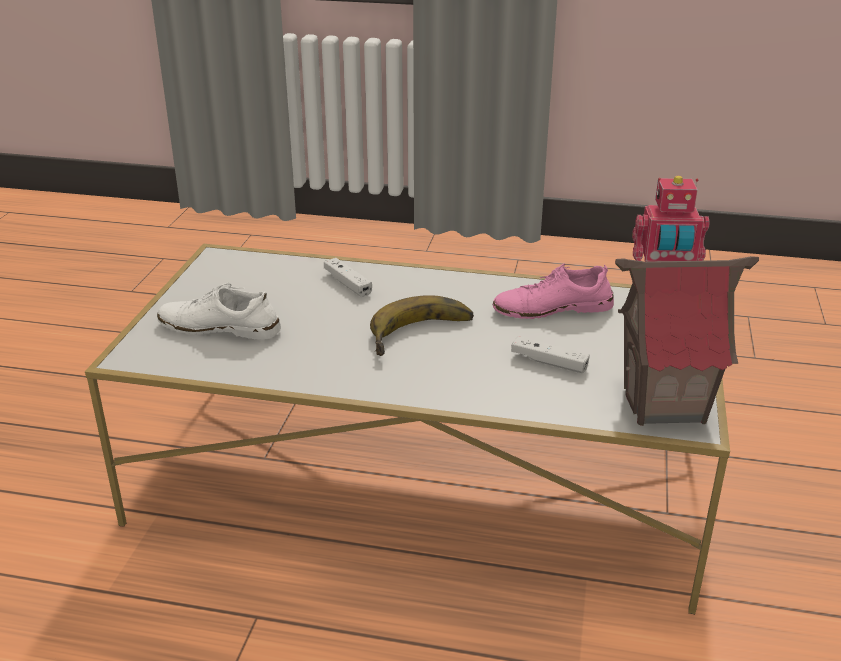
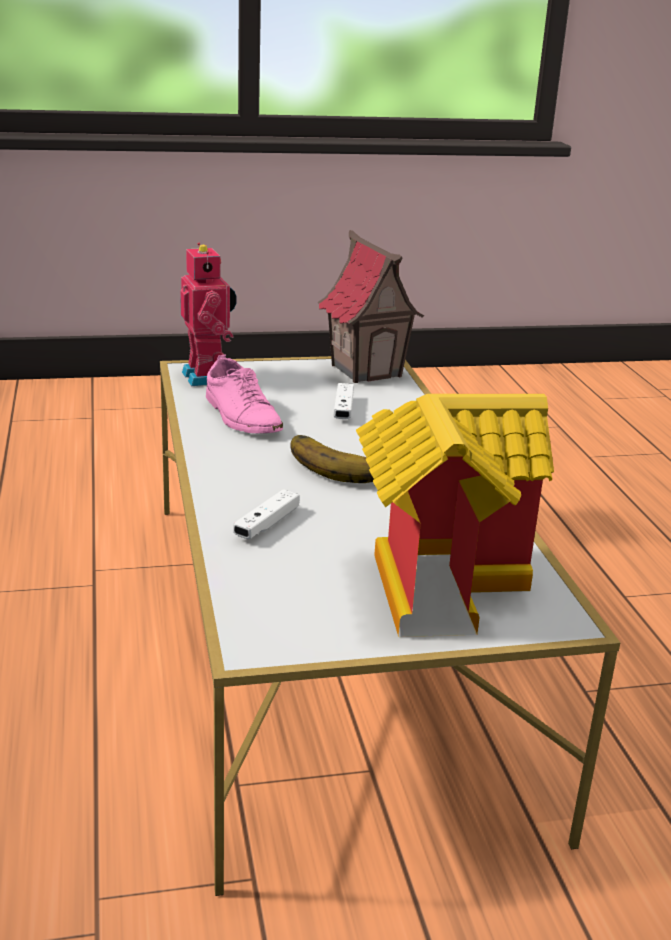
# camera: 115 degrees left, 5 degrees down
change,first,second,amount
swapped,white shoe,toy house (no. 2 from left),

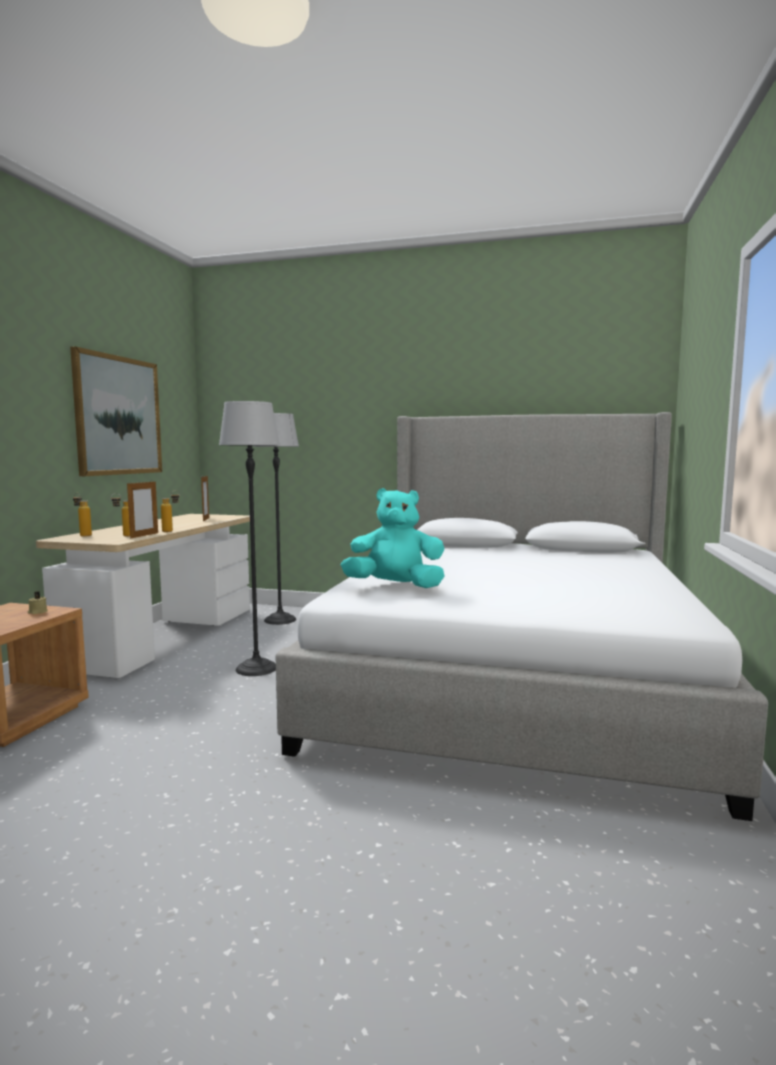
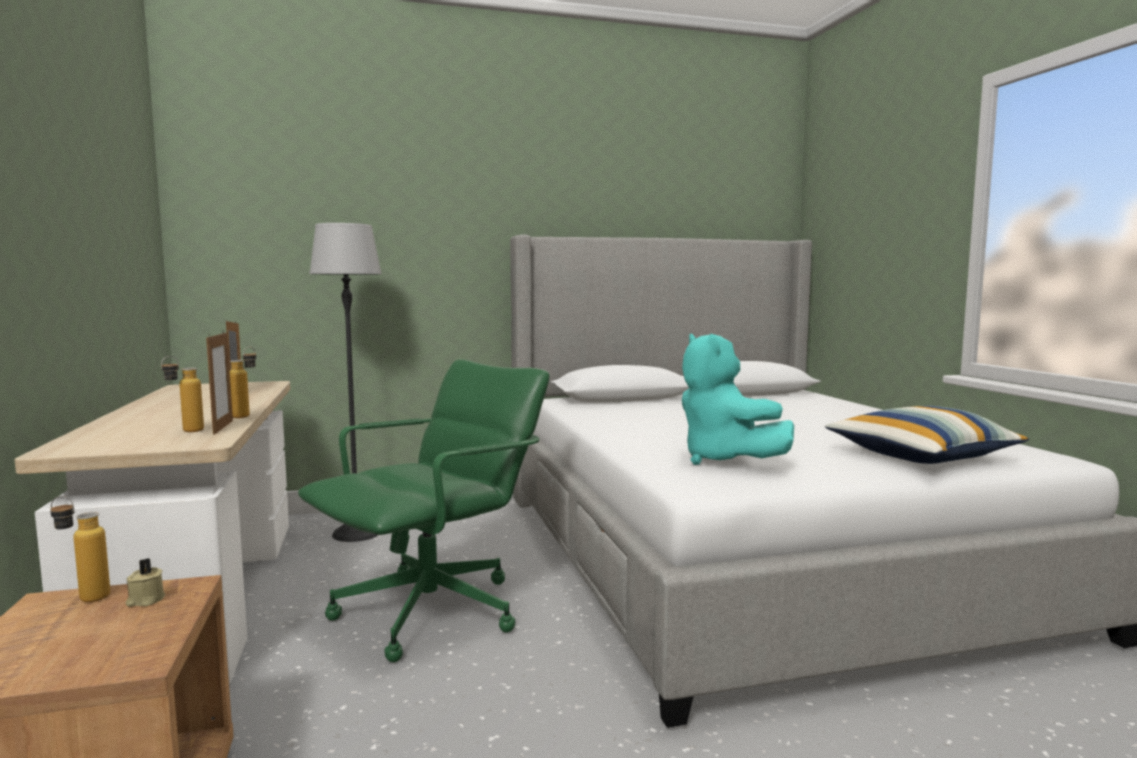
# camera: 30 degrees left, 0 degrees up
change,first,second,amount
gone,picture,,
shifted,bottle (no. 1 from left),,
swapped,floor lamp (no. 1 from left),green office chair,
rotated,turquoise plush toy,,90 degrees counterclockwise
new,,pillow,

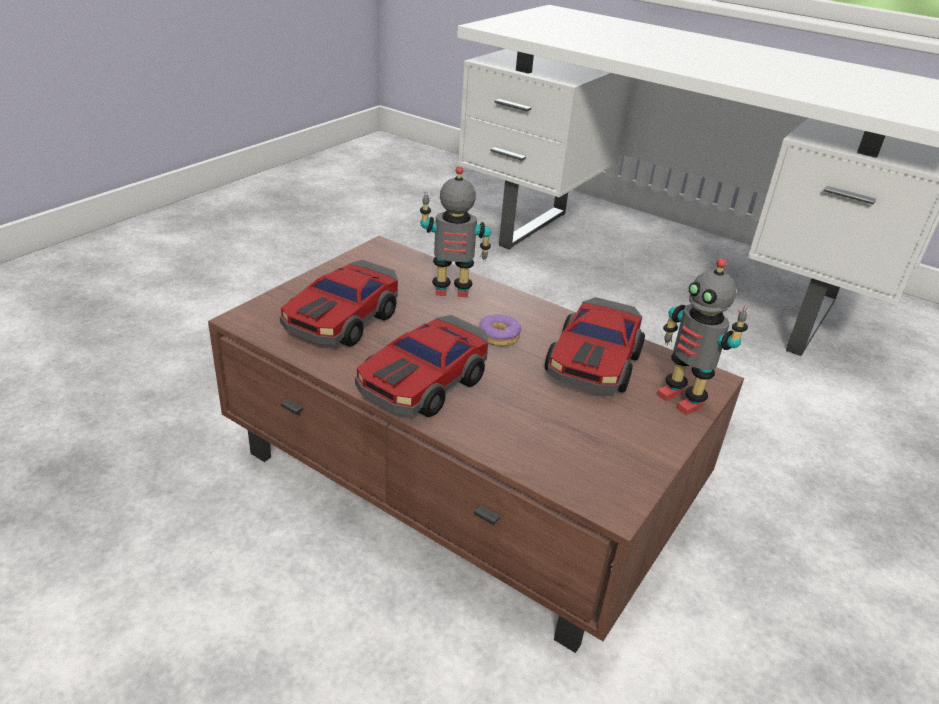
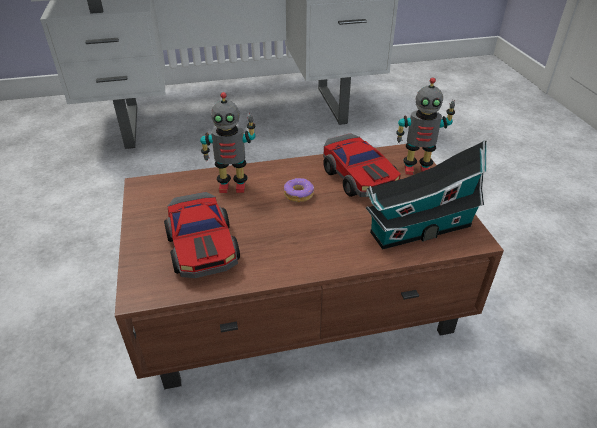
# camera: 45 degrees left, 5 degrees up
change,first,second,amount
gone,toy car (no. 2 from left),,
rotated,toy robot (no. 1 from left),,135 degrees counterclockwise
new,,toy house,

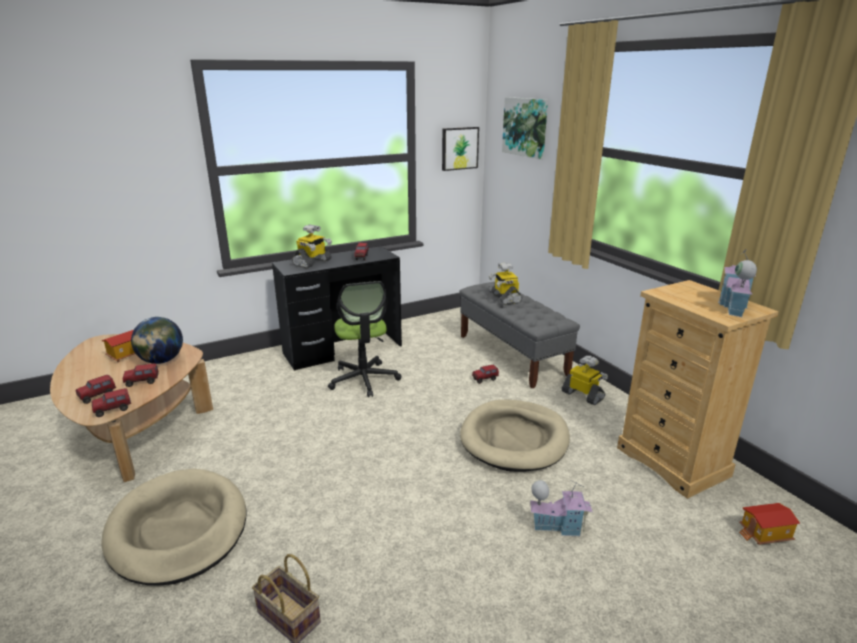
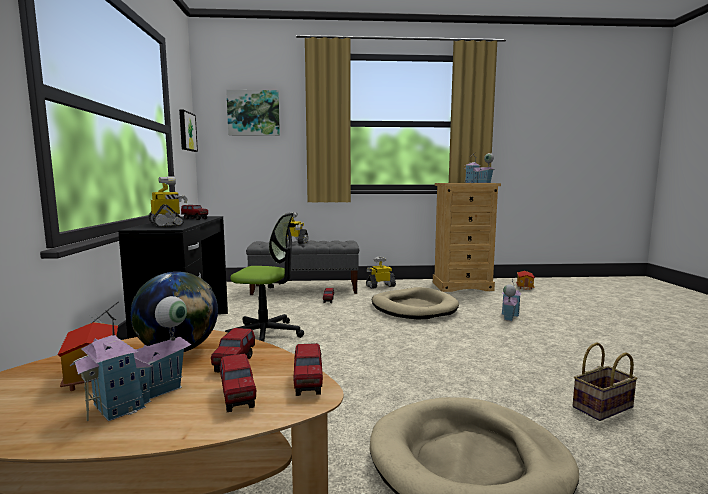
# camera: 65 degrees left, 15 degrees down
change,first,second,amount
new,,toy house (no. 2 from left),

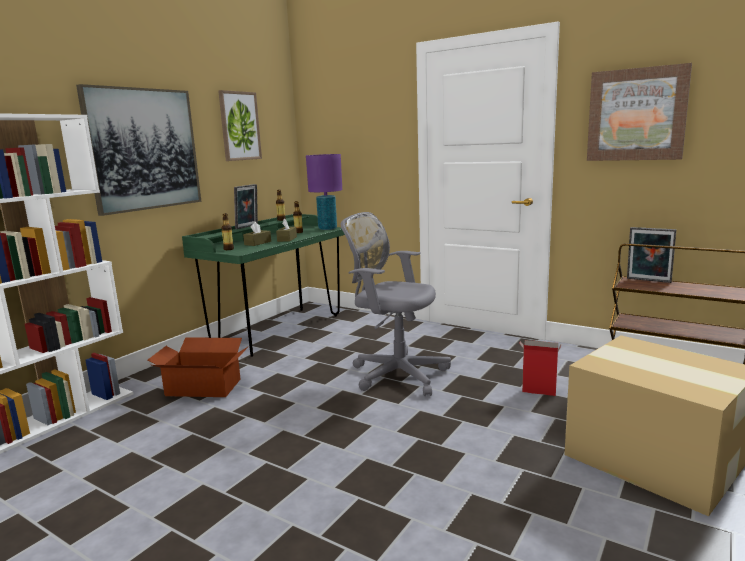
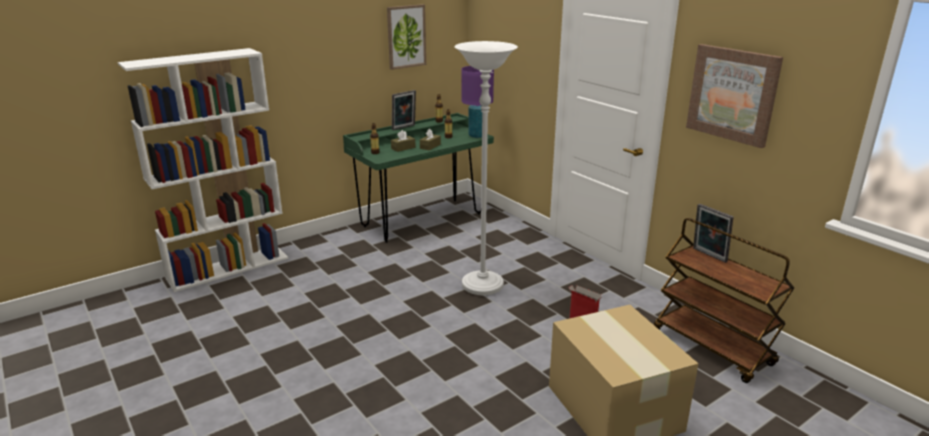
# camera: 20 degrees right, 10 degrees up
change,first,second,amount
gone,picture (no. 1 from left),,
gone,cardboard box (no. 1 from left),,
swapped,grey office chair,white floor lamp,

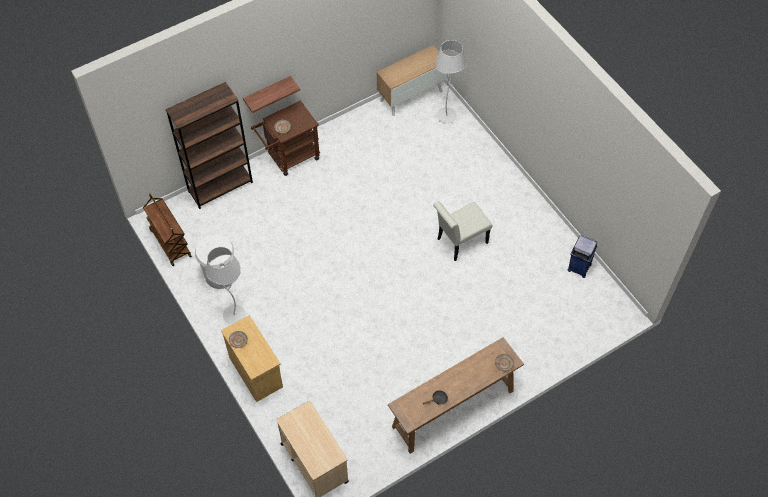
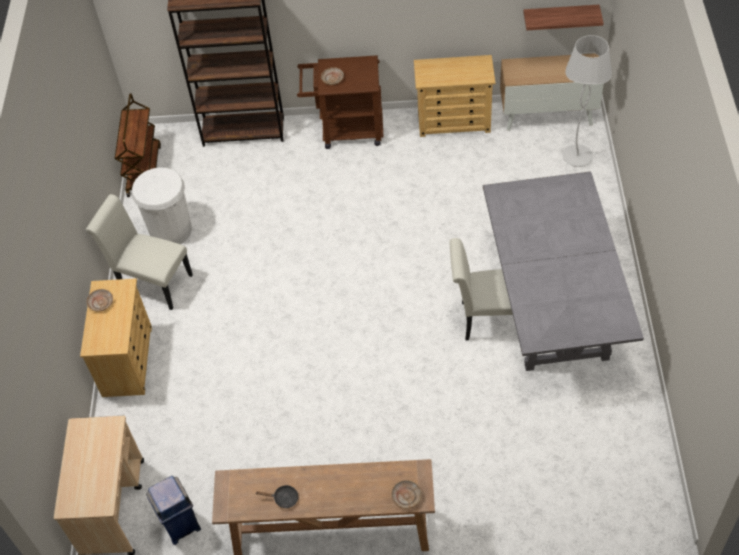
# camera: 35 degrees right, 5 degrees down
change,first,second,amount
swapped,white floor lamp (no. 1 from left),white chair (no. 1 from left),
shifted,shelf,,
shifted,blue trash can,,
new,,beige dresser (no. 2 from left),
new,,grey dining table,

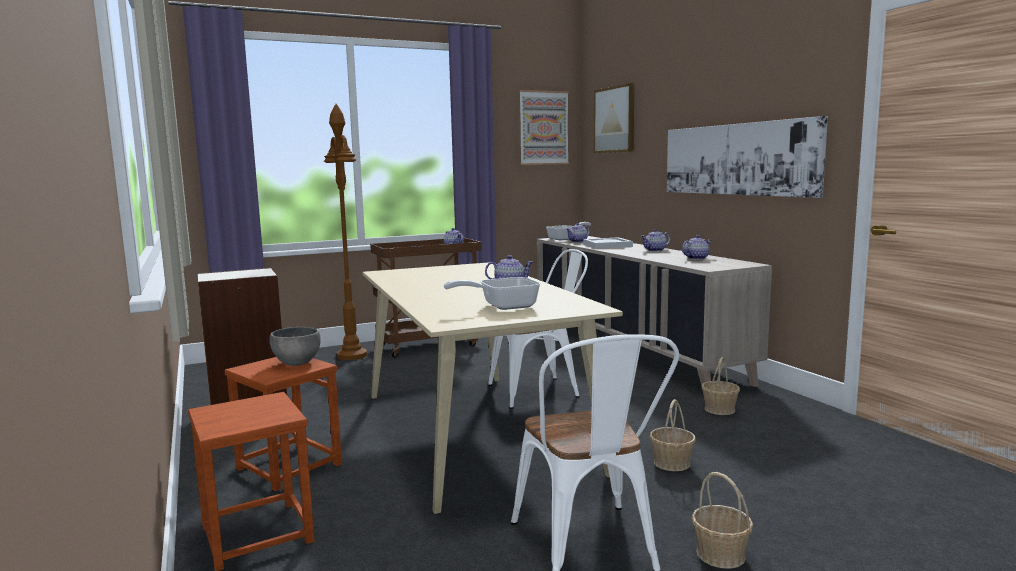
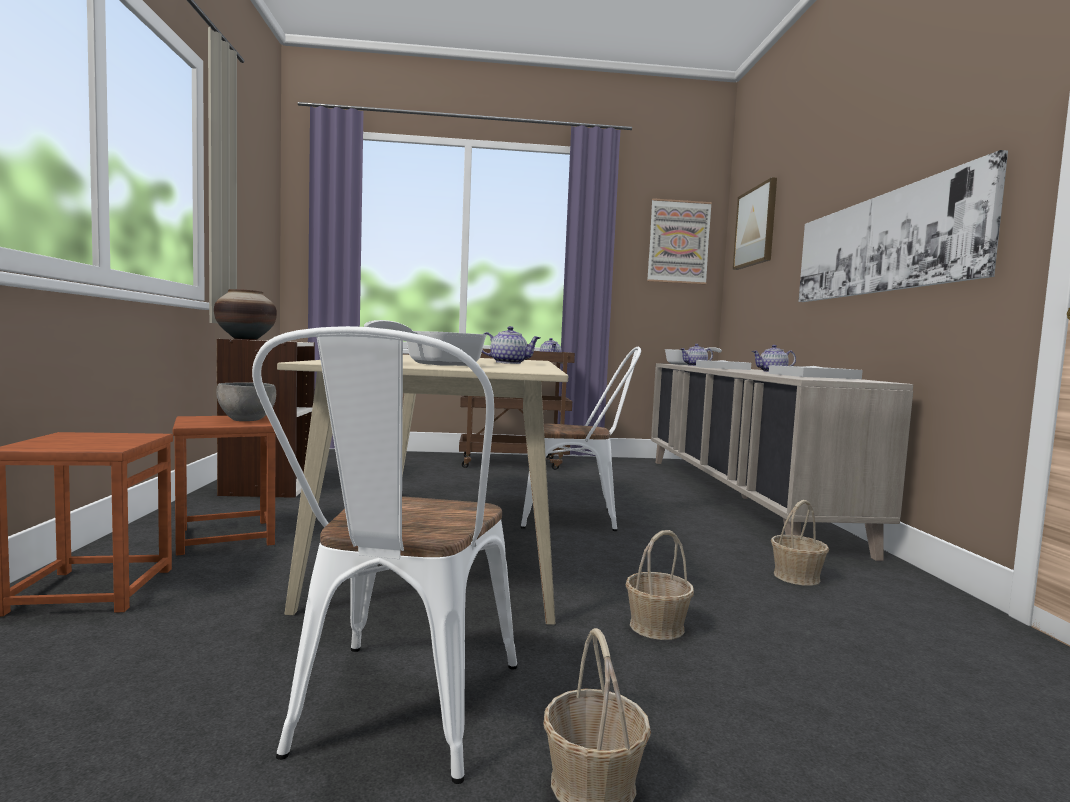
# camera: 20 degrees right, 5 degrees down
change,first,second,amount
gone,brown floor lamp,,
rotated,frying pan (no. 1 from left),,45 degrees counterclockwise
swapped,teapot (no. 5 from left),white tray (no. 2 from left),
new,,vase,

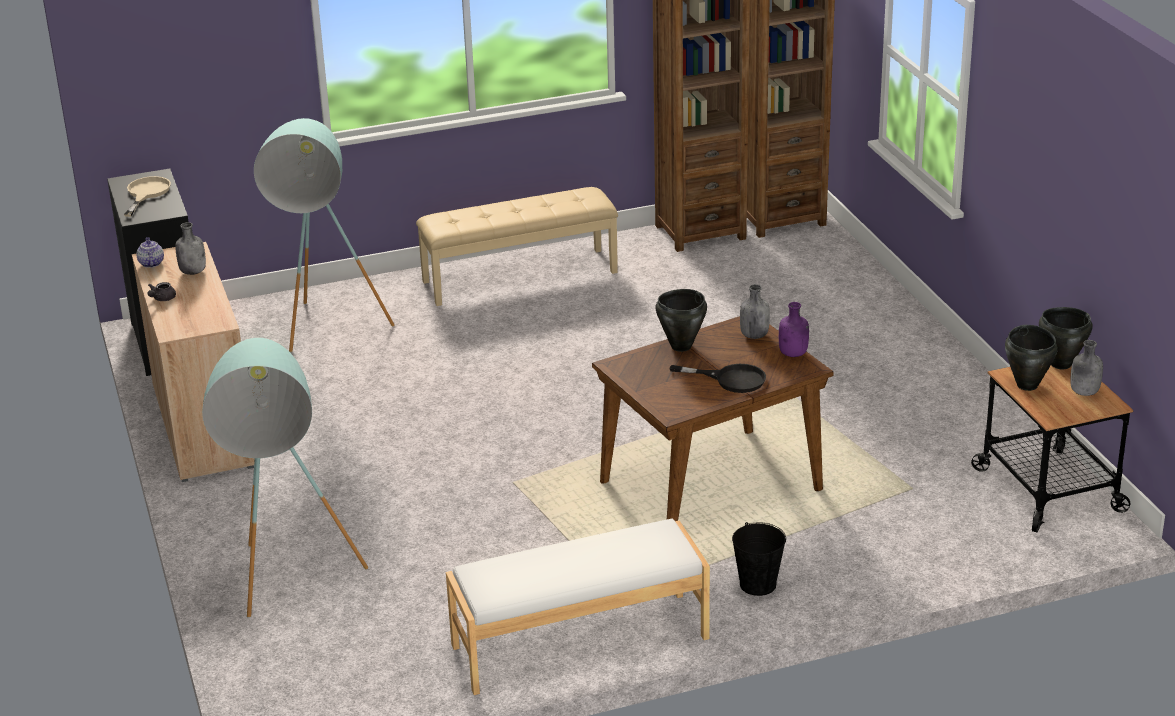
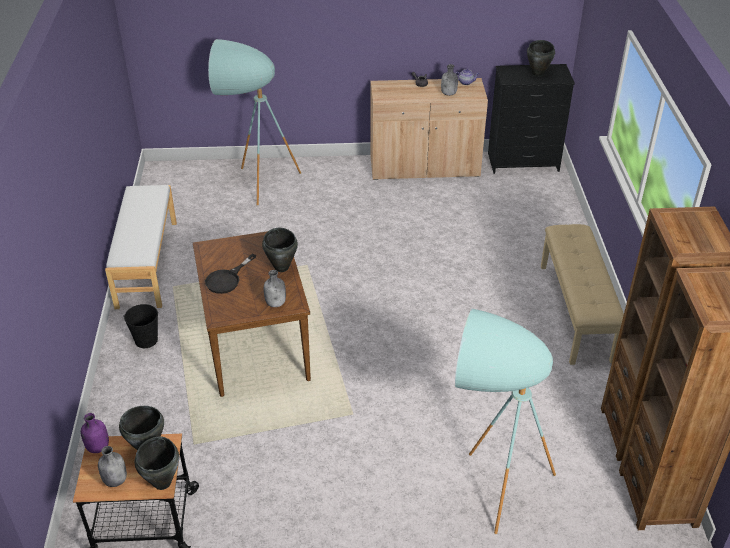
# camera: 105 degrees right, 10 degrees up
change,first,second,amount
swapped,beige frying pan,black cooking pot (no. 4 from left),
shifted,turquoise floor lamp (no. 2 from left),,
shifted,purple bottle,,

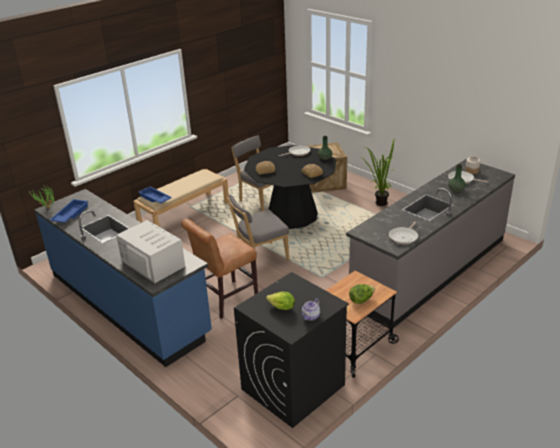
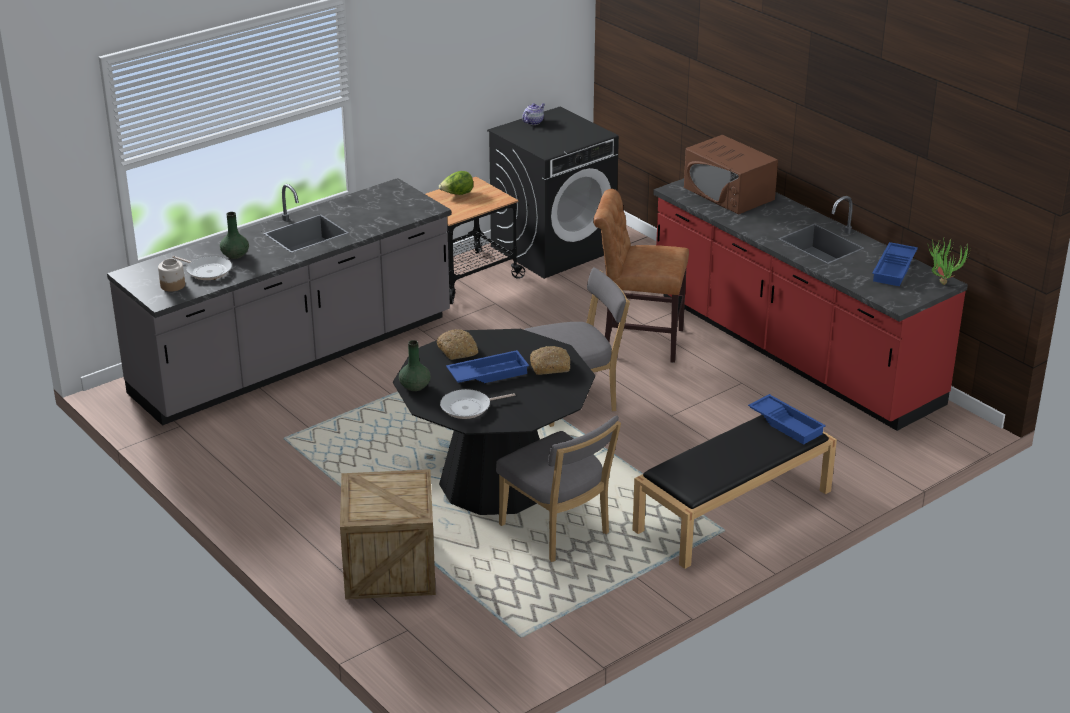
# camera: 175 degrees left, 0 degrees up
change,first,second,amount
repainted,blue counter,red counter,
repainted,white microwave,brown microwave,
repainted,beige bench,black bench,
rotated,brown chair,,135 degrees counterclockwise
gone,lettuce (no. 1 from left),,
gone,potted plant (no. 2 from left),,
gone,frying pan (no. 2 from left),,
new,,blue tray (no. 1 from left),

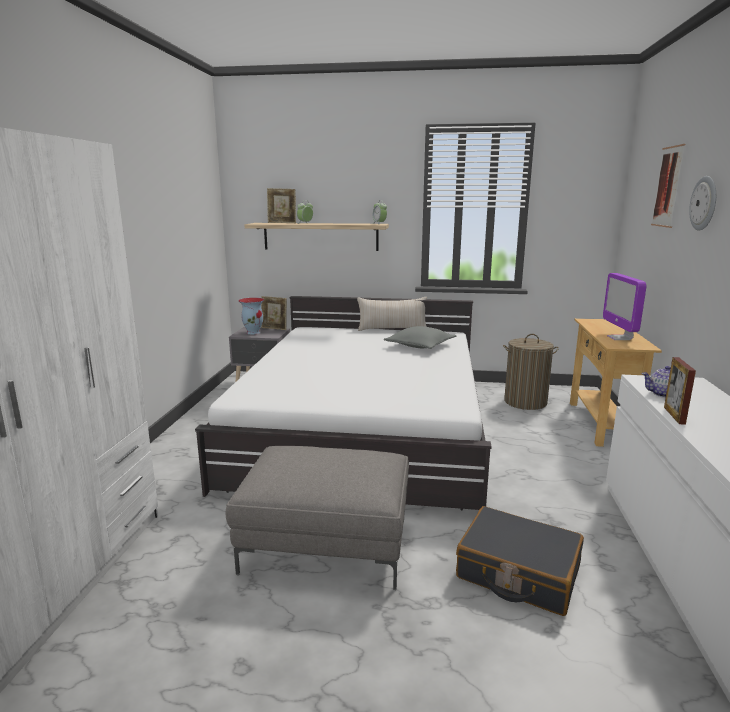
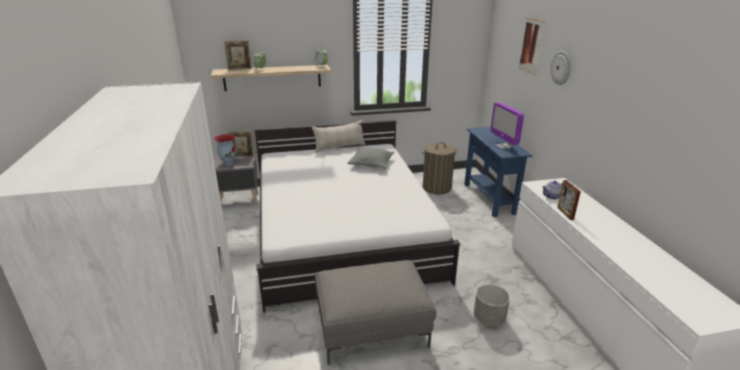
# camera: 20 degrees left, 10 degrees up
change,first,second,amount
swapped,black suitcase,grey planter,
repainted,beige console table,blue console table,

